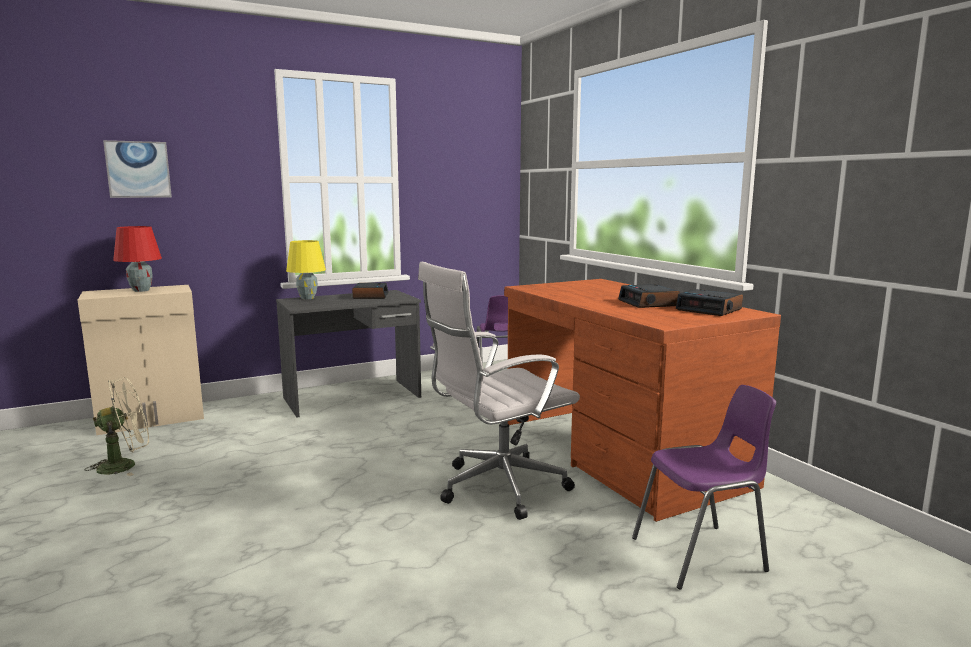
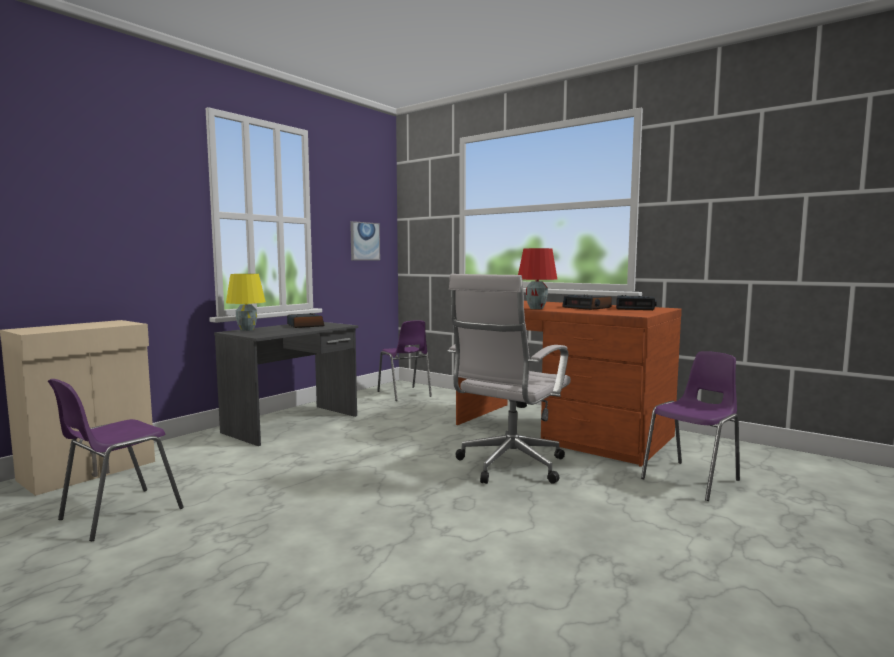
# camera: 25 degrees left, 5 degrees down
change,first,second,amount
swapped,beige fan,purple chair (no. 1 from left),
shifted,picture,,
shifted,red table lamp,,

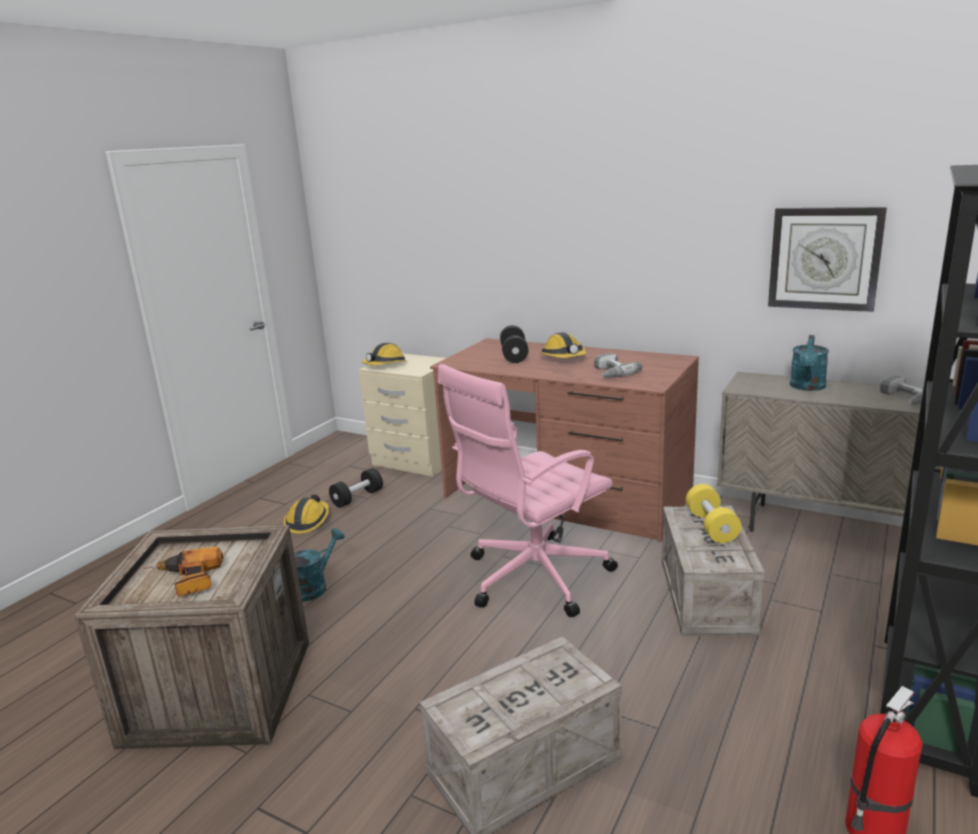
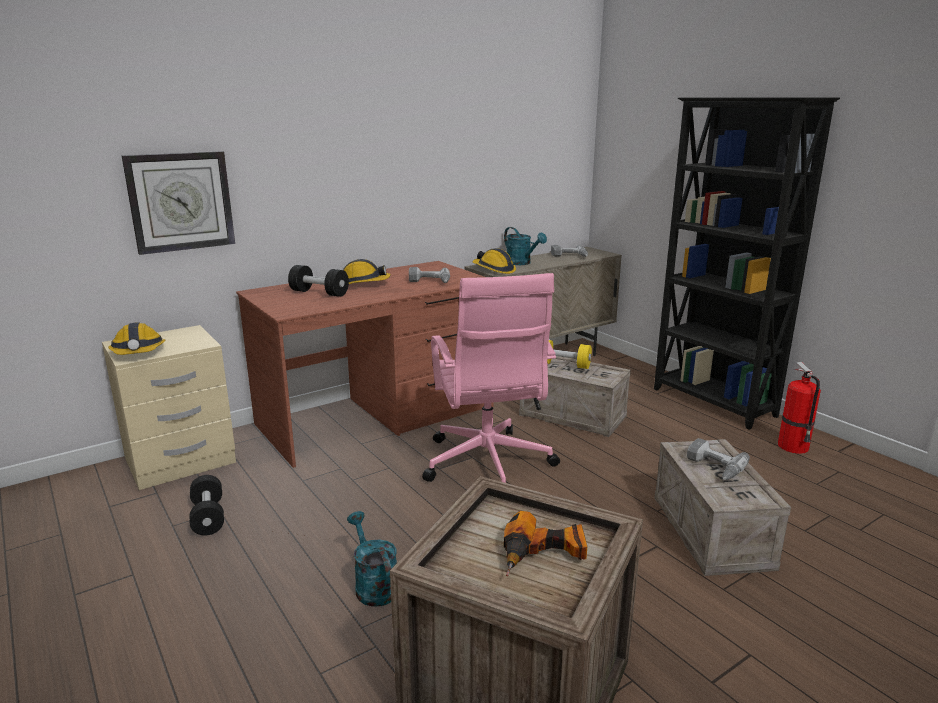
# camera: 65 degrees left, 0 degrees up
change,first,second,amount
shifted,hard hat (no. 1 from left in the first image),hard hat (no. 3 from left),
shifted,wall clock,,
new,,power drill (no. 4 from left),

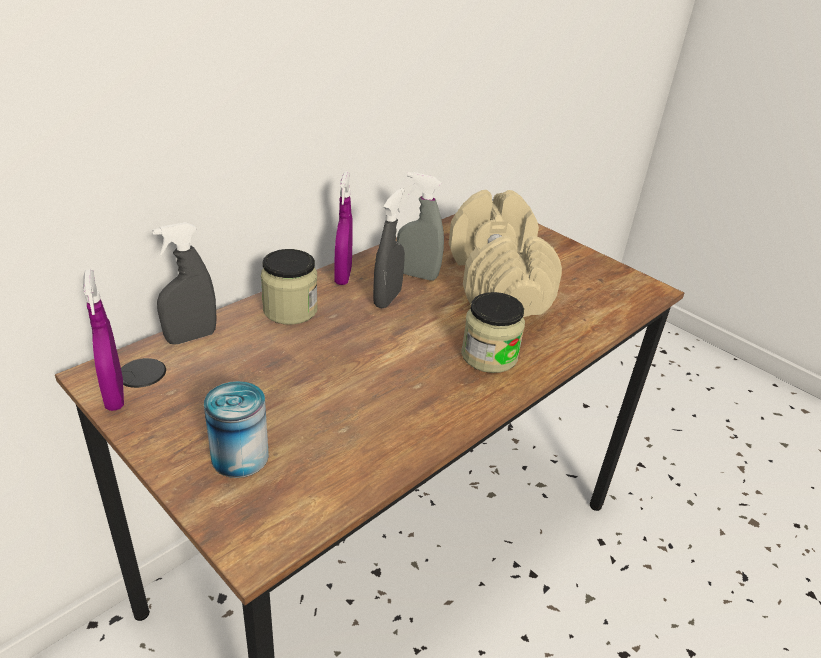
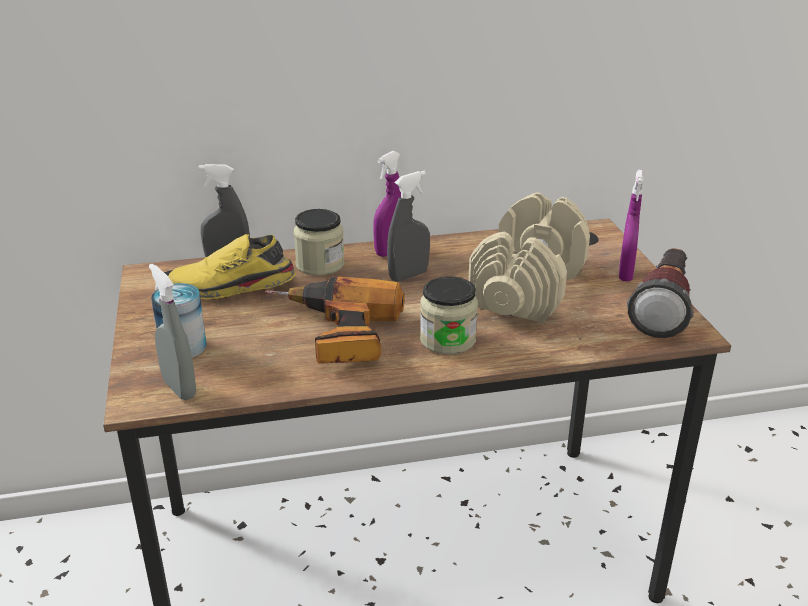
# camera: 35 degrees right, 5 degrees down
change,first,second,amount
shifted,purple spray bottle (no. 1 from left in the first image),purple spray bottle (no. 2 from left),
shifted,grey spray bottle (no. 3 from left in the first image),grey spray bottle (no. 1 from left),
new,,yellow shoe,
new,,power drill,
new,,flashlight,

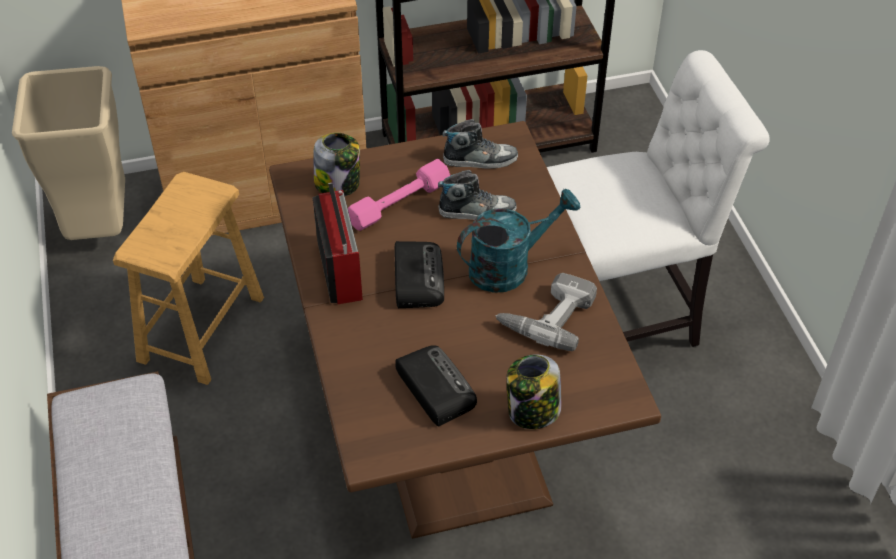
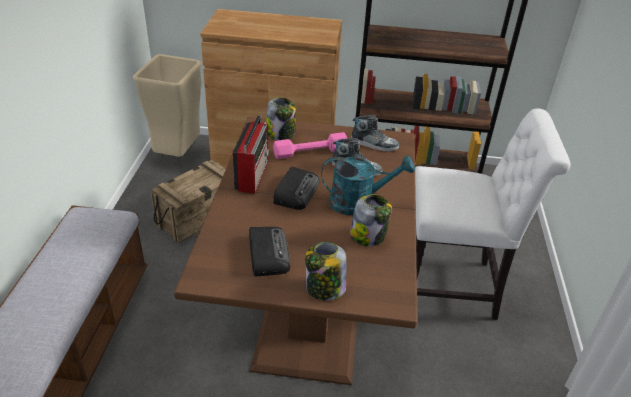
# camera: 20 degrees right, 10 degrees down
change,first,second,amount
swapped,brown stool,crate,
swapped,power drill,jar (no. 3 from left),

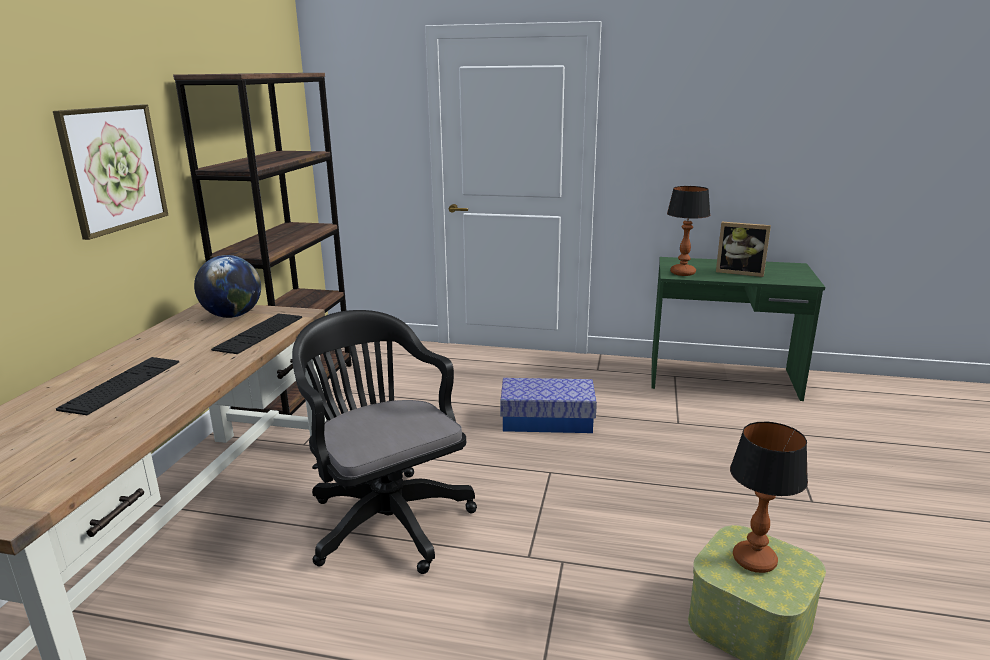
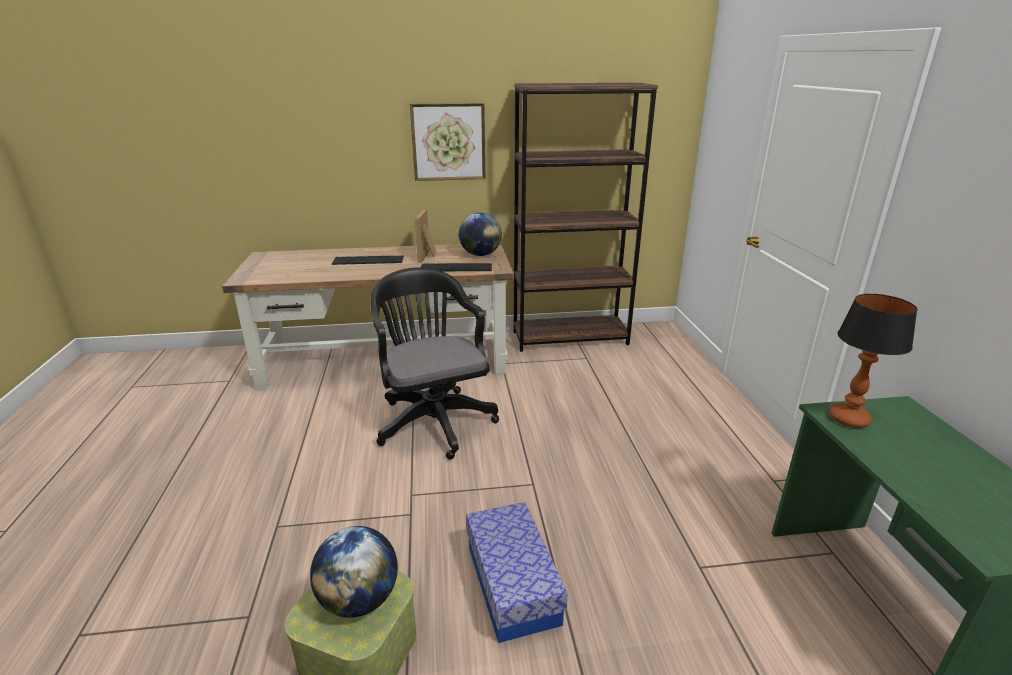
# camera: 70 degrees right, 5 degrees up
change,first,second,amount
rotated,black office chair,,60 degrees counterclockwise
shifted,storage box (no. 1 from left in the first image),storage box (no. 2 from left),
shifted,picture frame,,
swapped,table lamp (no. 2 from left),globe (no. 1 from left),

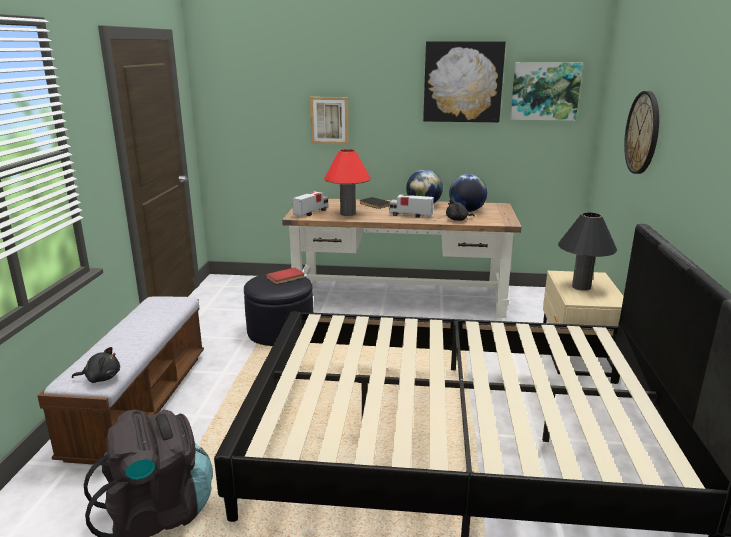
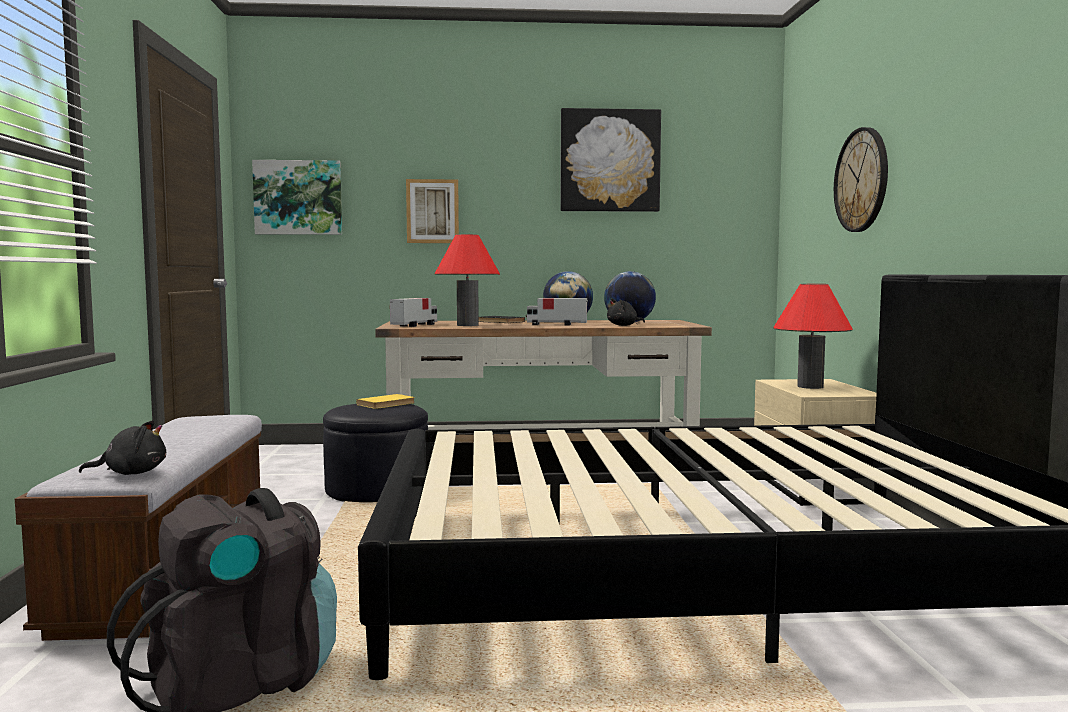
# camera: 10 degrees left, 15 degrees down
change,first,second,amount
repainted,red book,yellow book,
shifted,picture (no. 3 from left in the first image),picture (no. 1 from left),
repainted,black table lamp,red table lamp (no. 2 from left),

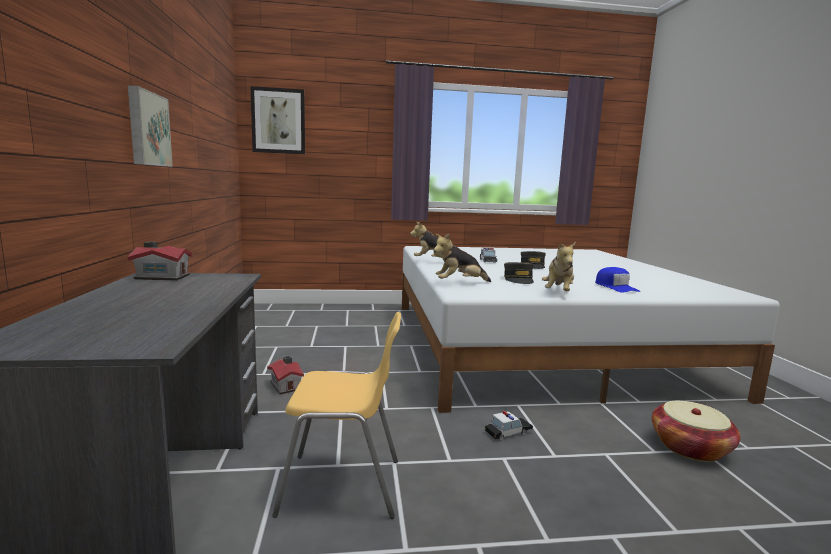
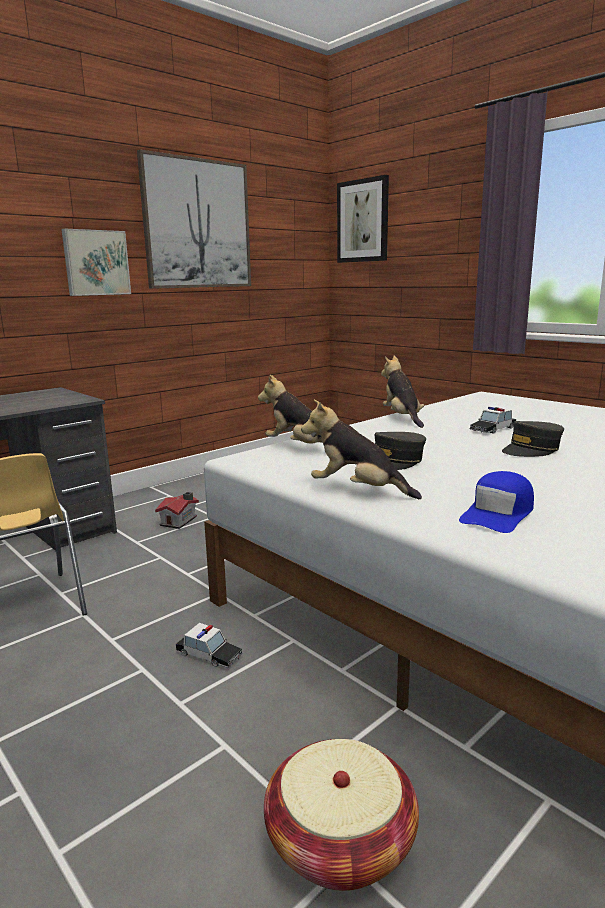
# camera: 55 degrees right, 5 degrees up
change,first,second,amount
gone,toy house (no. 1 from left),,
rotated,plush toy (no. 3 from left in the first image),plush toy (no. 2 from left),45 degrees clockwise
new,,picture (no. 2 from left),

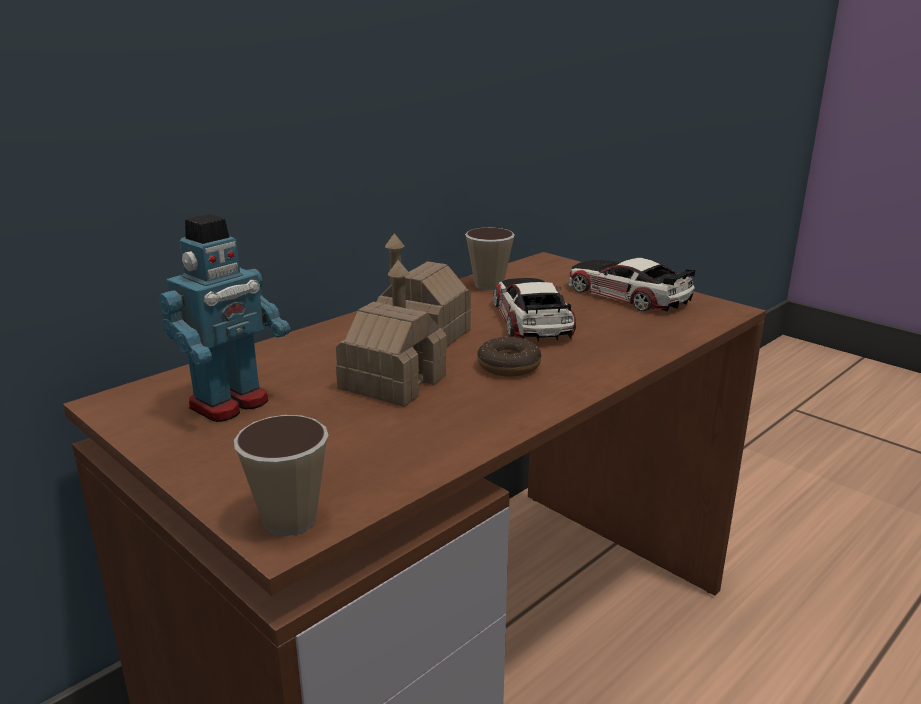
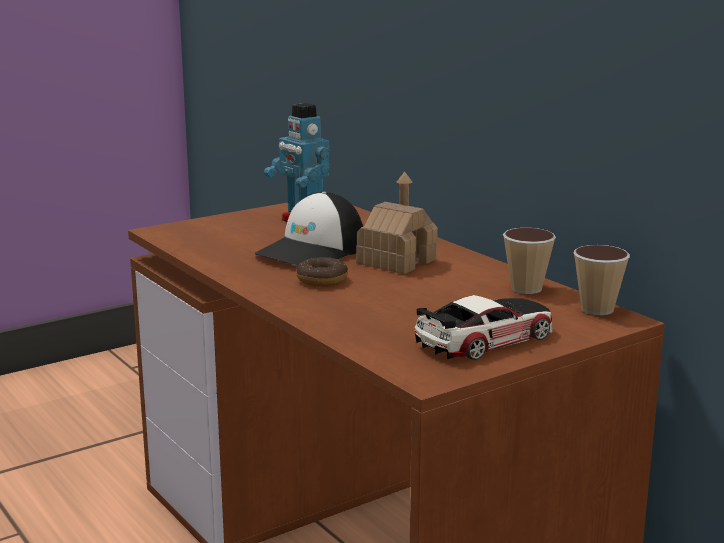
# camera: 100 degrees right, 5 degrees down
change,first,second,amount
shifted,cup (no. 1 from left in the first image),cup (no. 2 from left),
swapped,toy house (no. 1 from left),cap,
gone,toy car (no. 1 from left),,

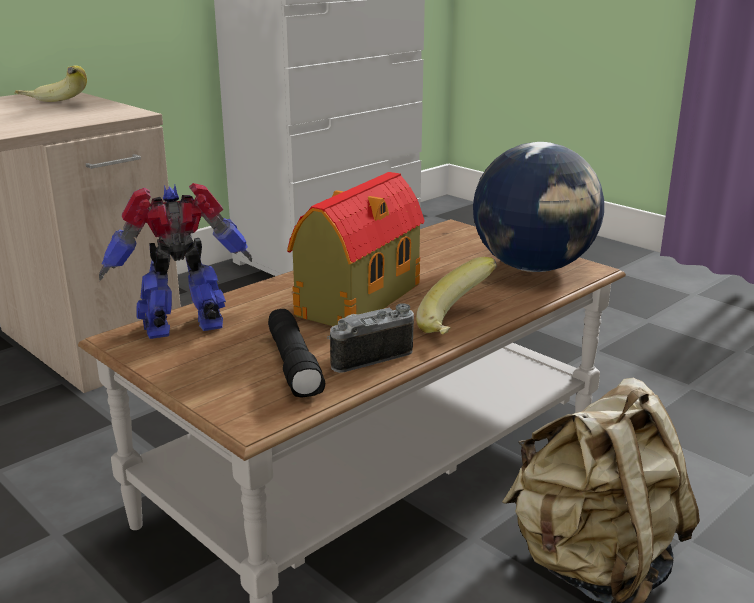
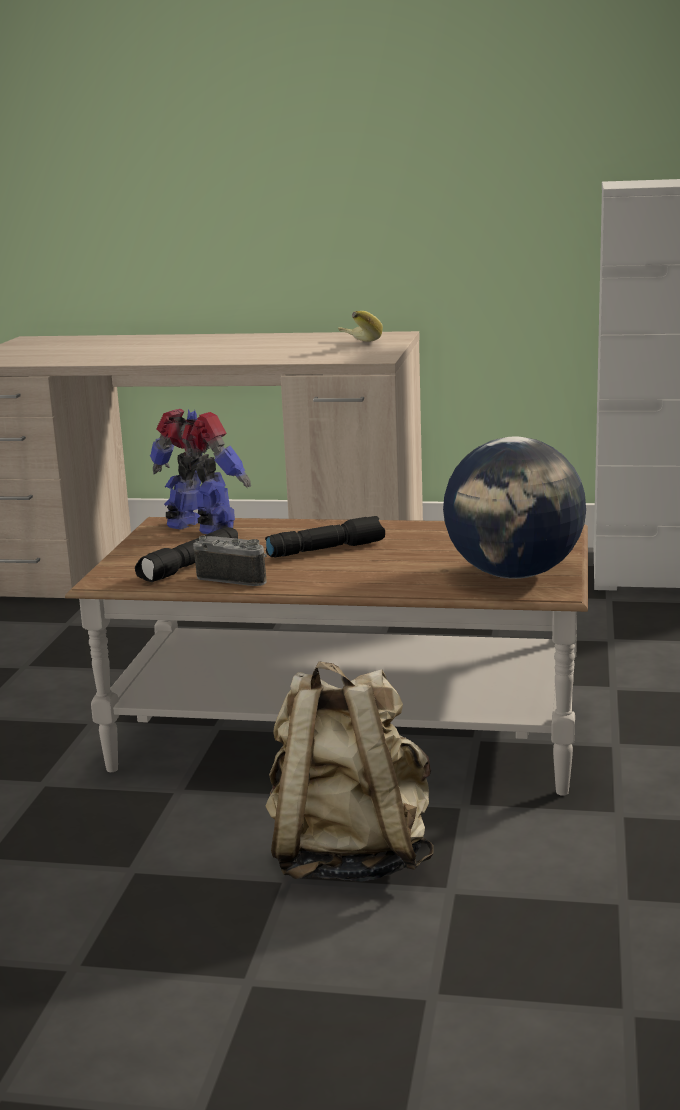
# camera: 55 degrees right, 5 degrees down
change,first,second,amount
swapped,toy house,black flashlight (no. 2 from left),
gone,banana (no. 2 from left),,

